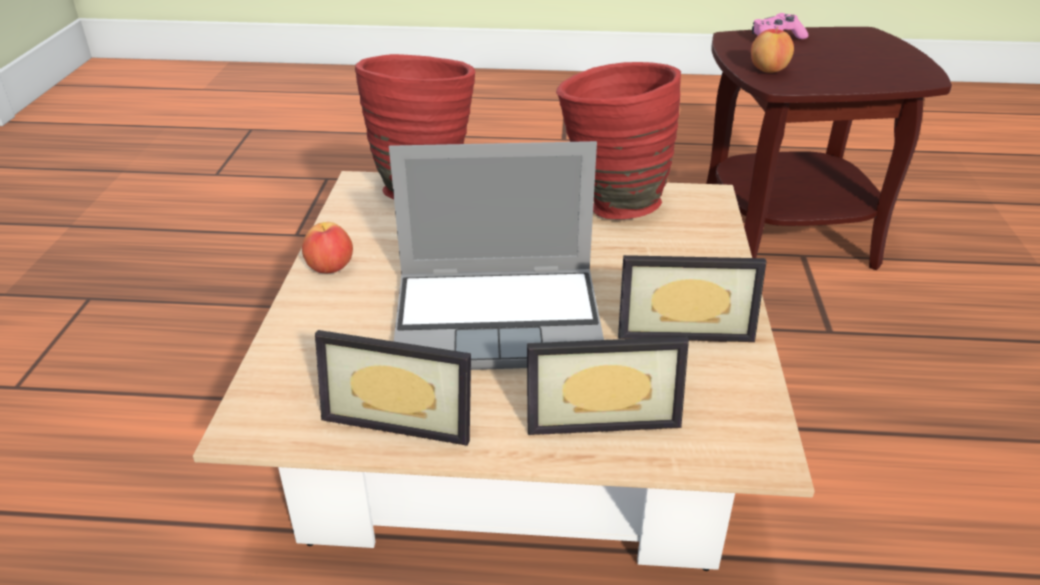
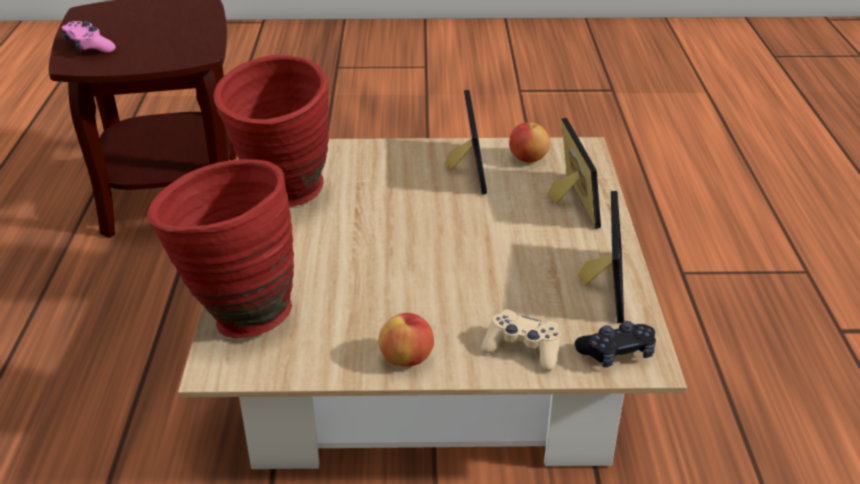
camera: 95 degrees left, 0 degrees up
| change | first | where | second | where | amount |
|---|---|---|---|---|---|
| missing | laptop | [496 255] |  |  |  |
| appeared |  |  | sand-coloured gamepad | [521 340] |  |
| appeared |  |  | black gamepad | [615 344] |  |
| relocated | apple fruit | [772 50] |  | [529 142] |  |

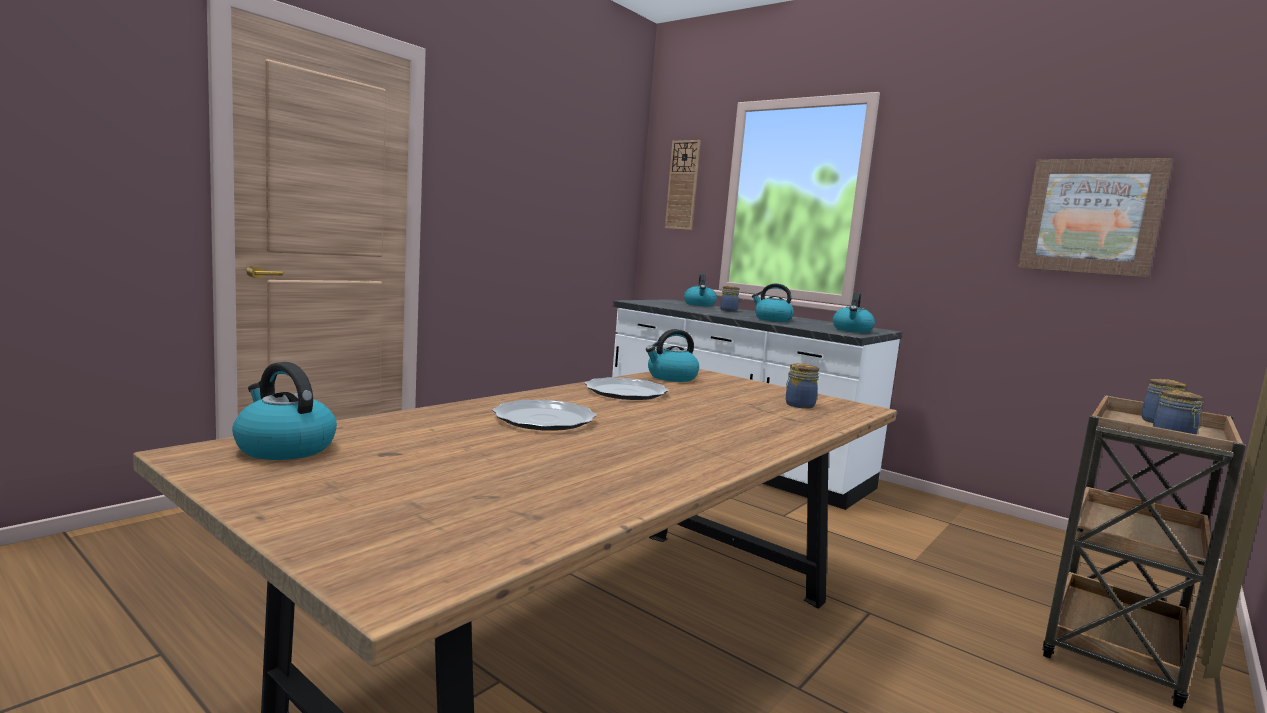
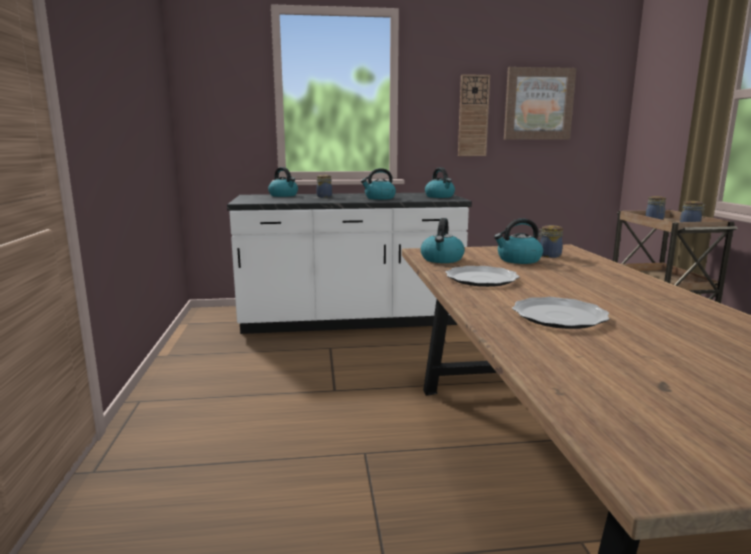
camera: 45 degrees left, 5 degrees up
| change | first | where | second | where | amount |
|---|---|---|---|---|---|
| relocated | water kettle | [284 411] |  | [518 241] |  |
| relocated | hanging clock | [683 185] |  | [474 115] |  |

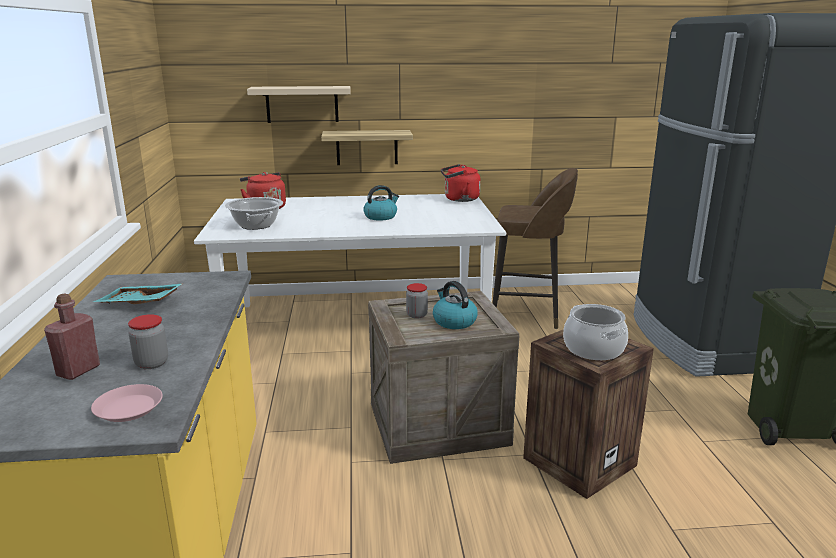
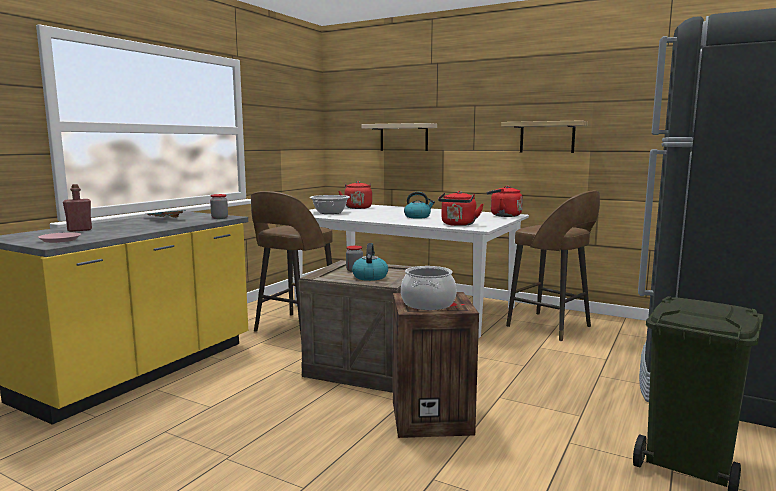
camera: 35 degrees right, 10 degrees down
| change | first | where | second | where | amount |
|---|---|---|---|---|---|
| appeared |  |  | brown-coloured stool seat | [292 263] |  |
| appeared |  |  | reddish water kettle | [461 208] |  |
| relocated | storage jar | [148 341] |  | [219 206] |  |
| relocated | wall shelf | [367 147] |  | [544 136] |  |

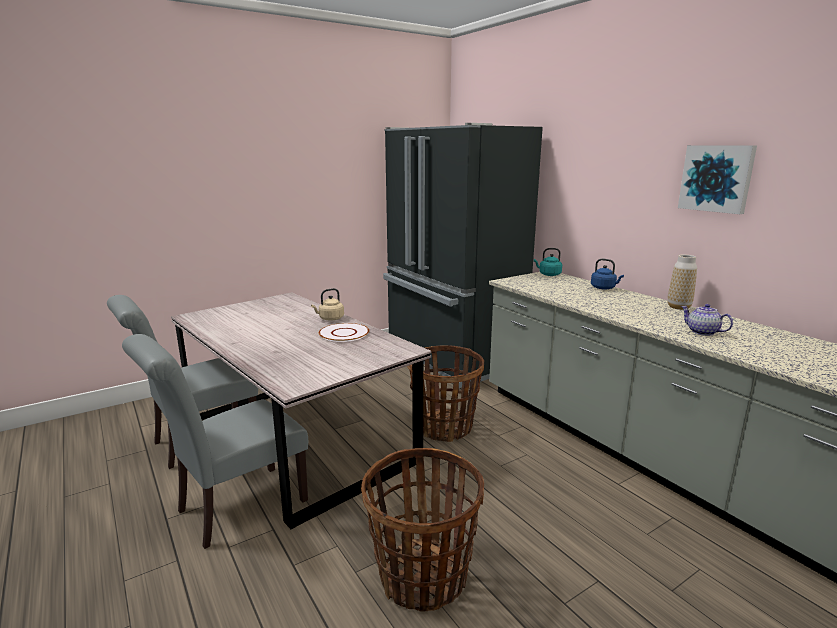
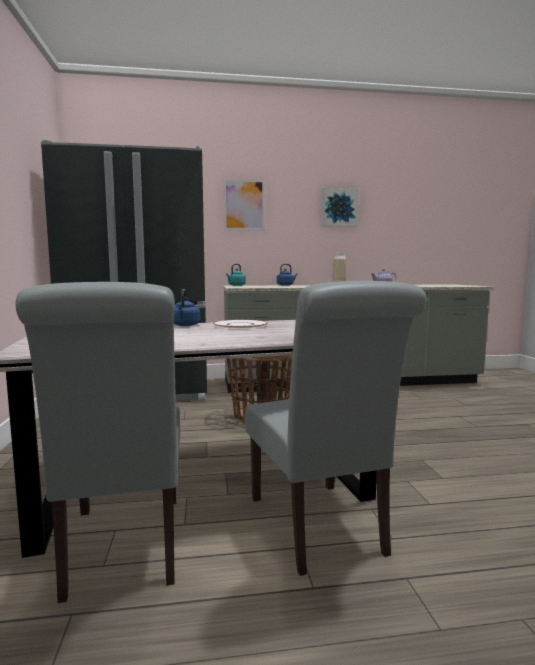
camera: 65 degrees left, 10 degrees down
| change | first | where | second | where | amount |
|---|---|---|---|---|---|
| missing | storage basket | [422 530] |  |  |  |
| appeared |  |  | wall picture | [244 205] |  |
| colour | sand-coloured water kettle | [327 304] | blue water kettle | [187 307] |  |

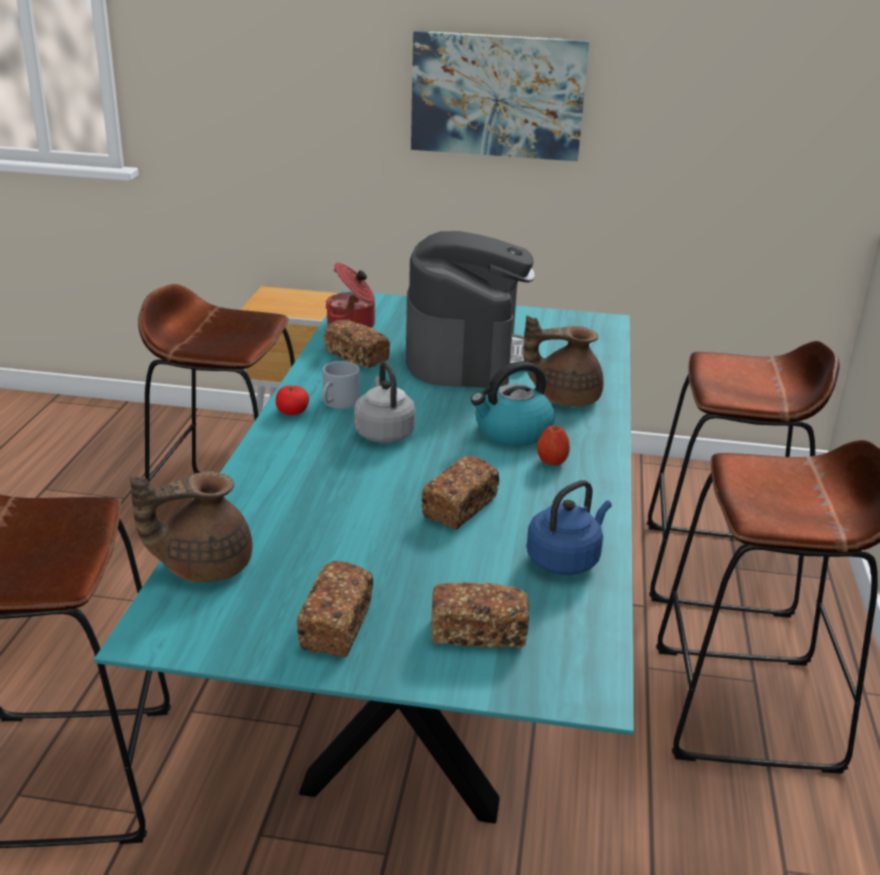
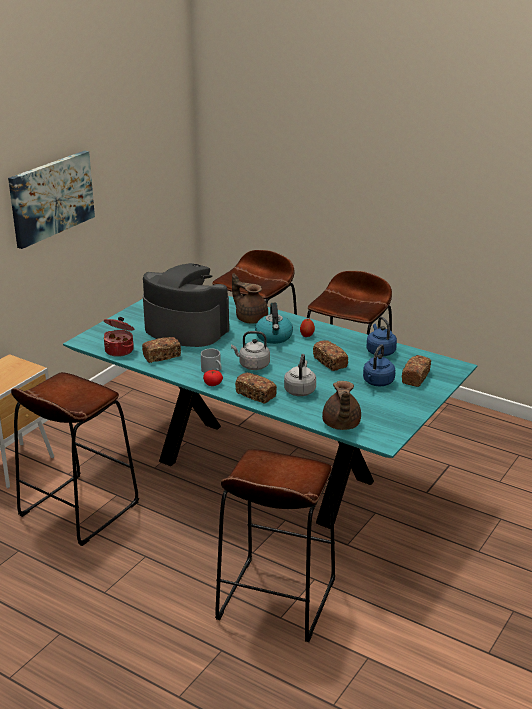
camera: 65 degrees left, 0 degrees up
| change | first | where | second | where | amount |
|---|---|---|---|---|---|
| appeared |  |  | greyish water kettle | [300 375] |  |
| appeared |  |  | blue water kettle | [379 365] |  |
| relocated | baked bread | [335 609] |  | [256 388] |  |
| spun | brown-coloured teapot | [563 361] |  | [250 298] | 105 degrees clockwise |

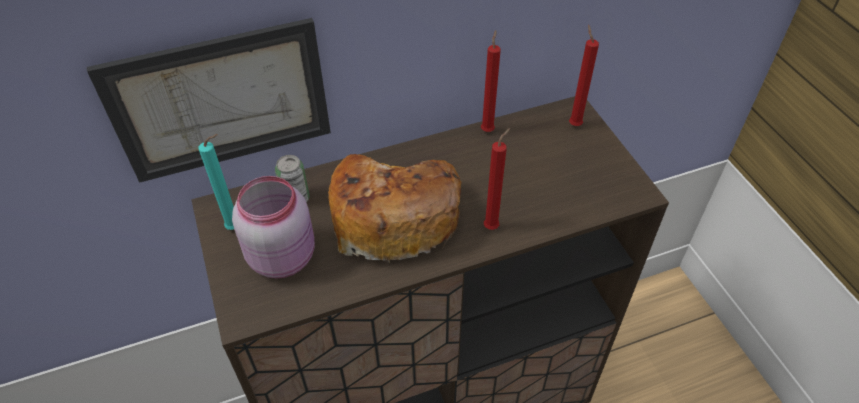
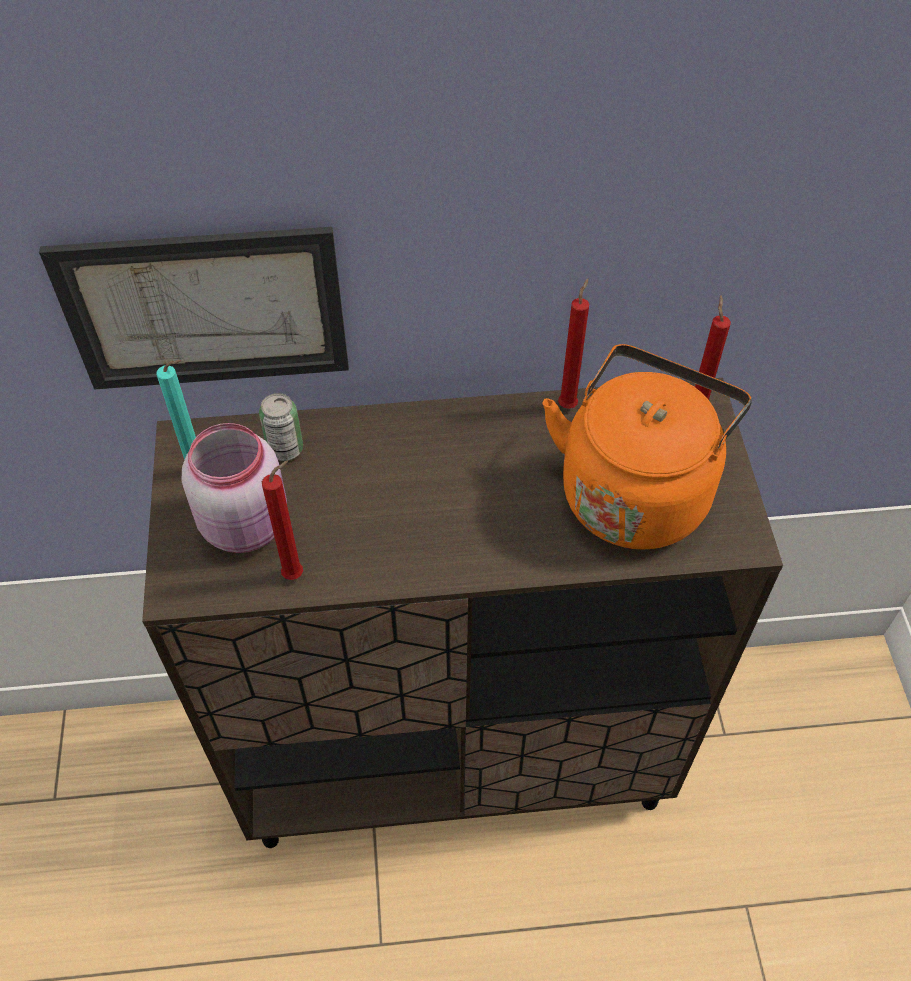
camera: 15 degrees right, 5 degrees up
| change | first | where | second | where | amount |
|---|---|---|---|---|---|
| missing | baked bread | [395 208] |  |  |  |
| appeared |  |  | orange water kettle | [647 446] |  |
| relocated | reddish wax candle | [497 179] |  | [282 520] |  |

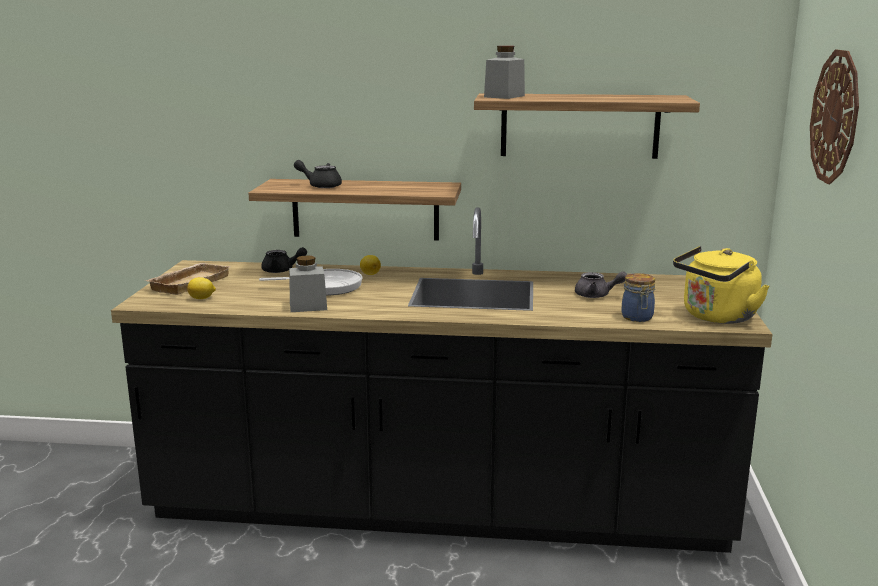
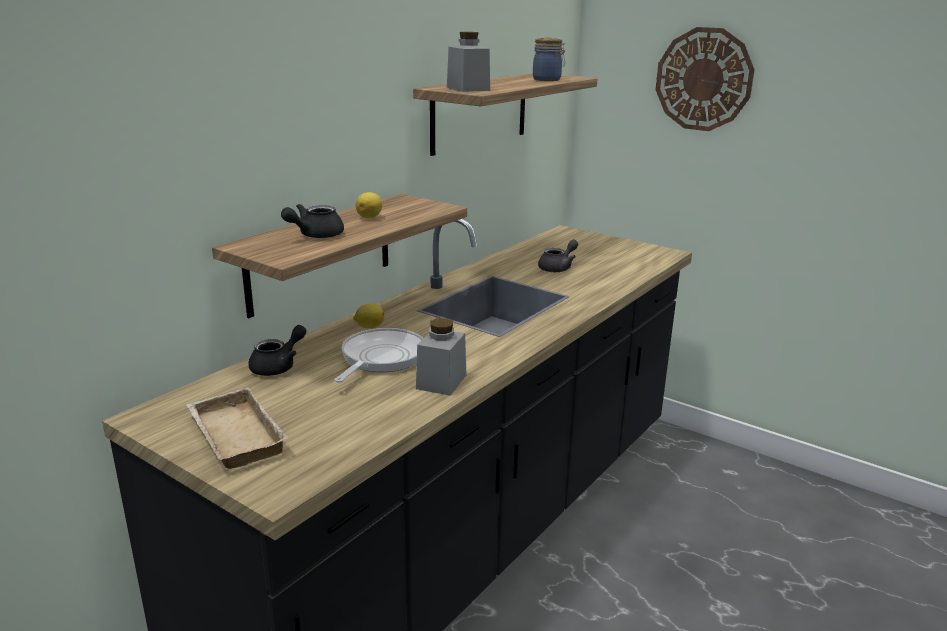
camera: 60 degrees left, 5 degrees up
| change | first | where | second | where | amount |
|---|---|---|---|---|---|
| missing | yellow-coloured water kettle | [721 285] |  |  |  |
| relocated | whole lemon | [201 288] |  | [369 205] |  |
| relocated | storage jar | [638 297] |  | [549 59] |  |

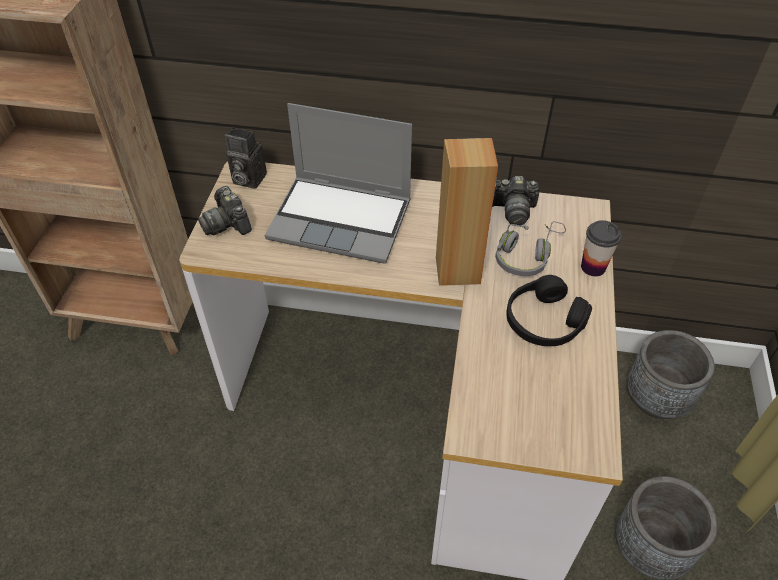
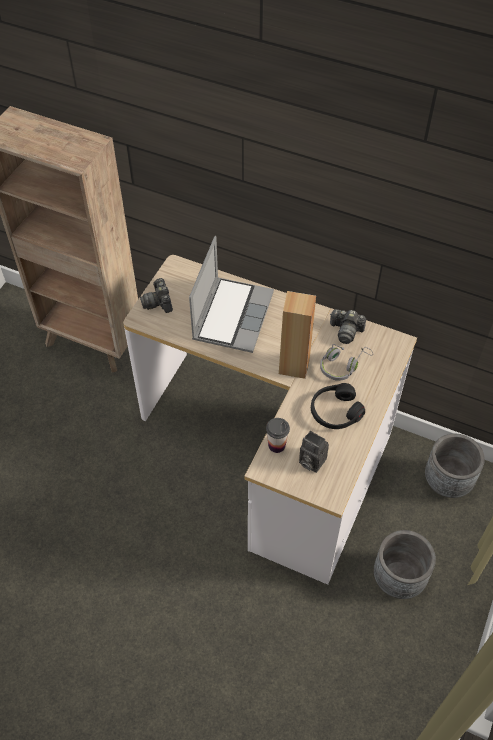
camera: 15 degrees right, 5 degrees up
| change | first | where | second | where | amount |
|---|---|---|---|---|---|
| relocated | still camera | [245 158] |  | [314 451] |  |
| relocated | small cup | [601 248] |  | [278 435] |  |
| spun | laptop | [338 183] |  | [231 294] | 105 degrees counterclockwise |

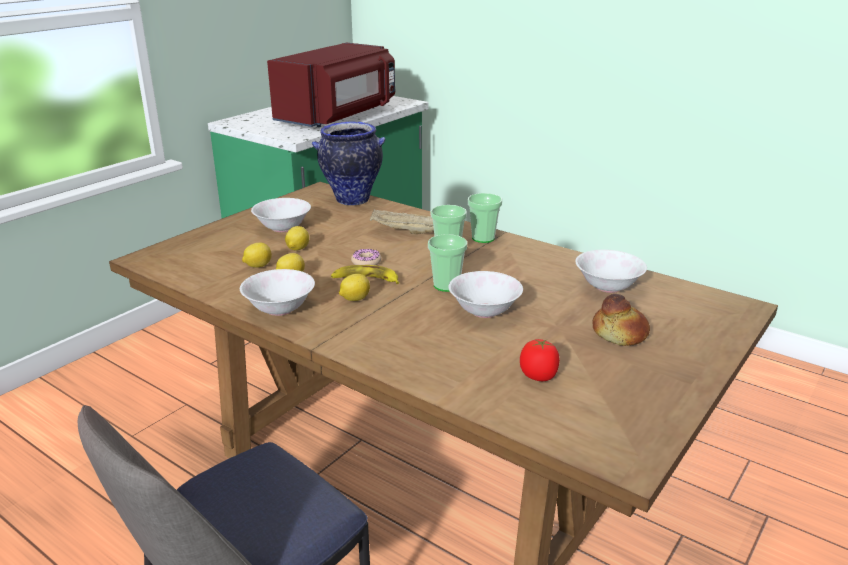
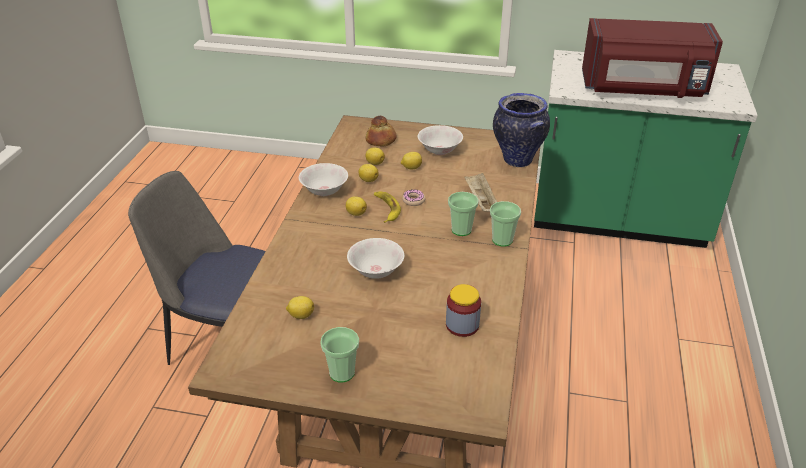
camera: 65 degrees right, 10 degrees up
| change | first | where | second | where | amount |
|---|---|---|---|---|---|
| relocated | small cup | [447 263] |  | [339 354] |  |
| relocated | baked bread | [621 320] |  | [381 131] |  |
| exchanged | whole tomato | [540 360] | whole lemon | [300 307] |  |
| exchanged | whitish deep dish | [611 271] | storage jar | [463 310] |  |

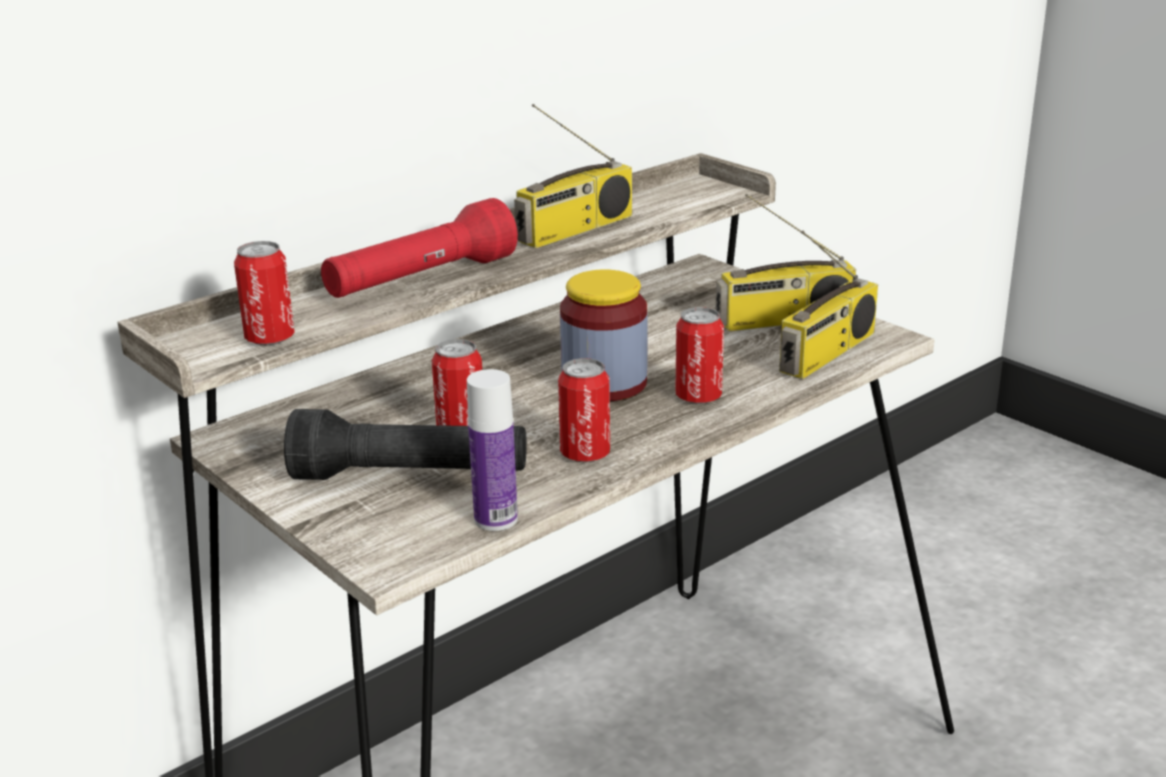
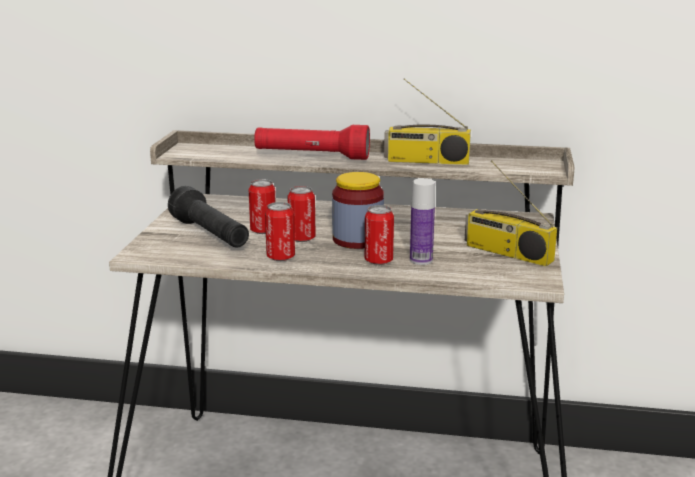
camera: 50 degrees right, 5 degrees down
| change | first | where | second | where | amount |
|---|---|---|---|---|---|
| missing | radio | [828 305] |  |  |  |
| relocated | sealed can | [264 293] |  | [301 214] |  |
| relocated | beverage bottle | [492 450] |  | [422 221] |  |

